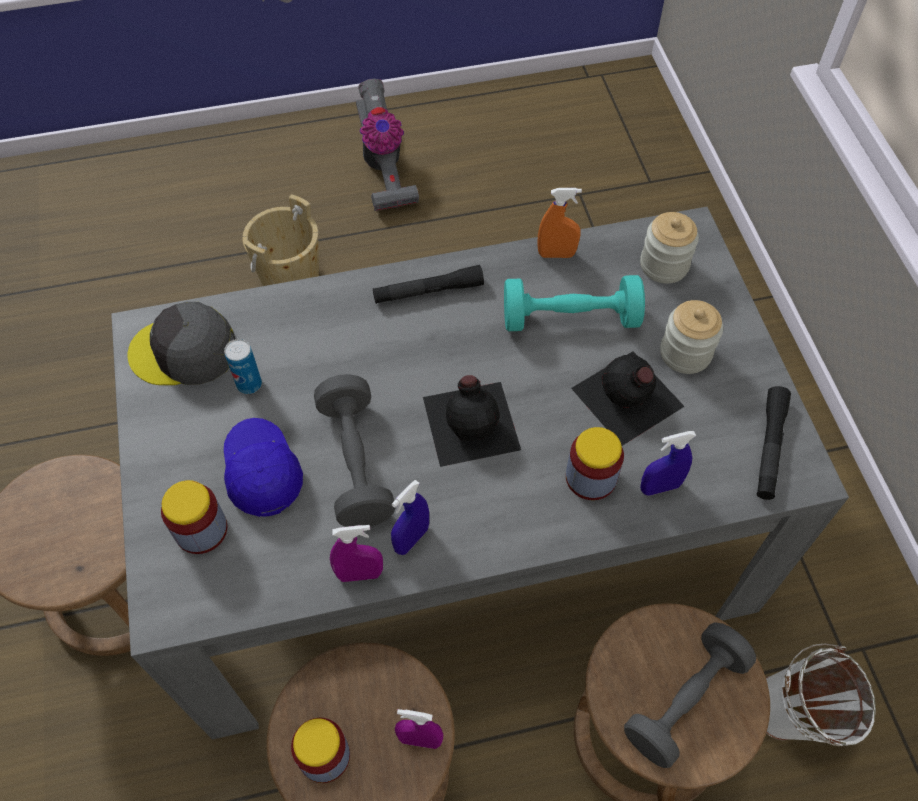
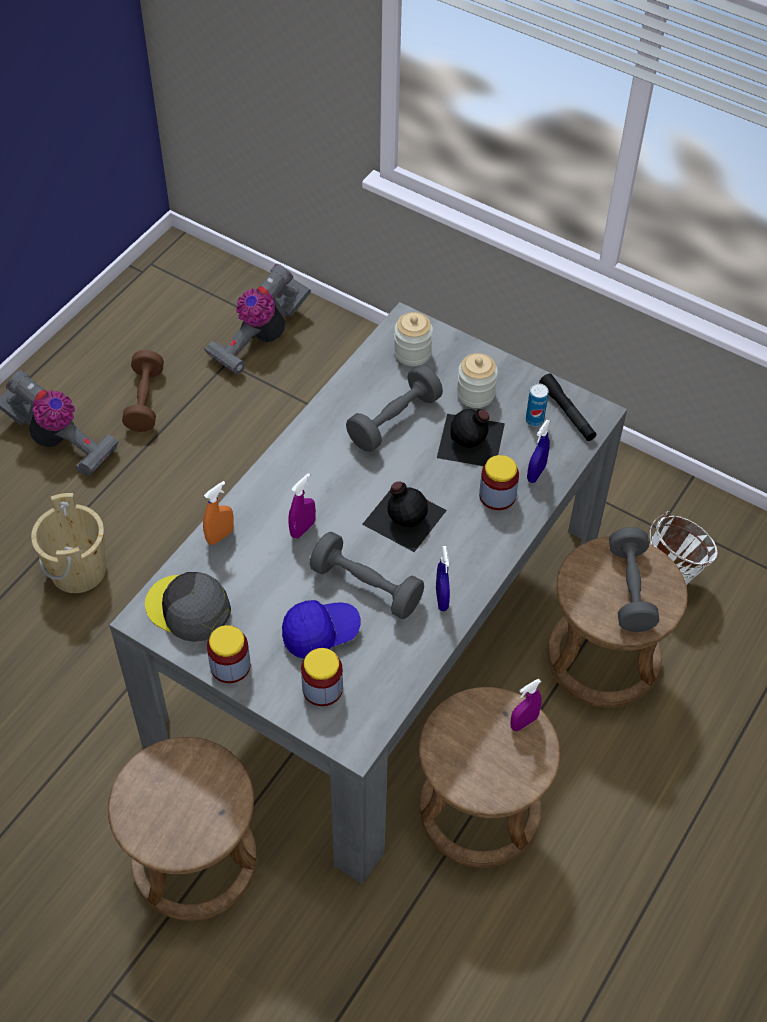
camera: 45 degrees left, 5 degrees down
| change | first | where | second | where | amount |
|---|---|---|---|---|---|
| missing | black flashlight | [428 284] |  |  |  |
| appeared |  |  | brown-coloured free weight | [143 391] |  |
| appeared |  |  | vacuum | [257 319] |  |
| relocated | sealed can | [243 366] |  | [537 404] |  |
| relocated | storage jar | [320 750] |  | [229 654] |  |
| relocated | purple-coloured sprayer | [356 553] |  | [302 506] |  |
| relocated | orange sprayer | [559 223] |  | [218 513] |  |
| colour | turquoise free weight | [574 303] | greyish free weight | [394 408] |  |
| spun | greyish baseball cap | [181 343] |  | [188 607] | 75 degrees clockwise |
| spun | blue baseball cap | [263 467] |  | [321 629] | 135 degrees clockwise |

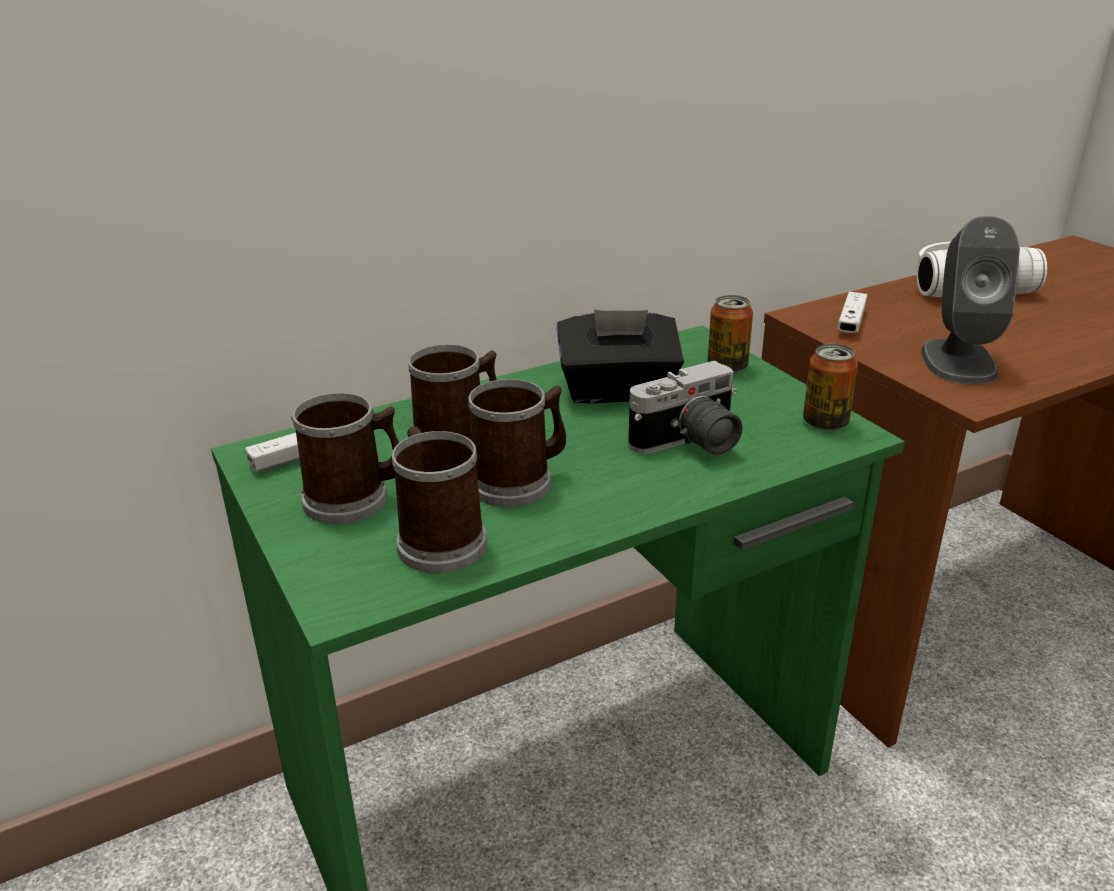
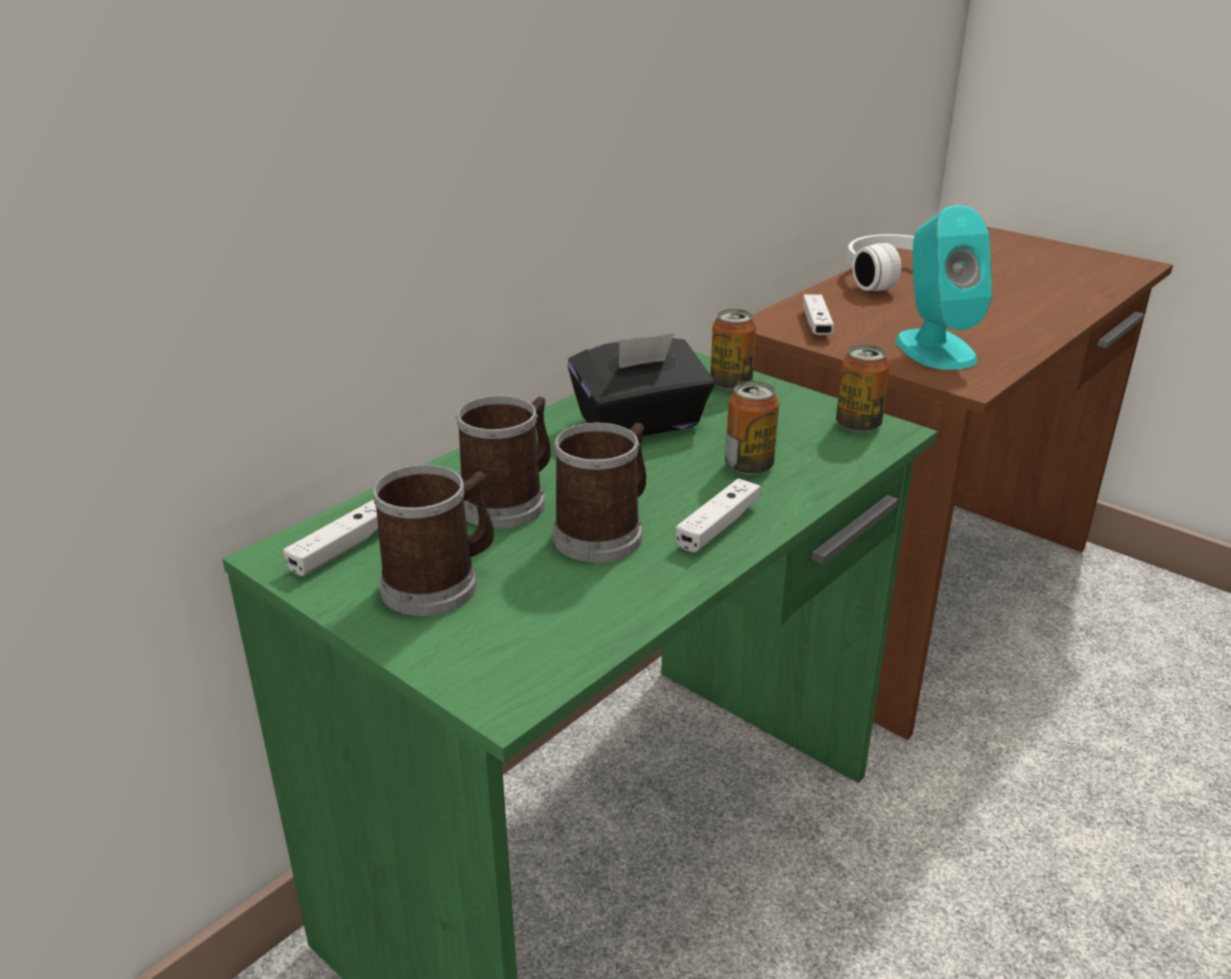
camera: 20 degrees left, 0 degrees up
| change | first | where | second | where | amount |
|---|---|---|---|---|---|
| missing | mug | [439 500] |  |  |  |
| appeared |  |  | whitish gamepad | [717 515] |  |
| exchanged | still camera | [685 408] | sealed can | [752 428] |  |
| colour | greyish audio speaker | [971 300] | turquoise audio speaker | [944 287] |  |

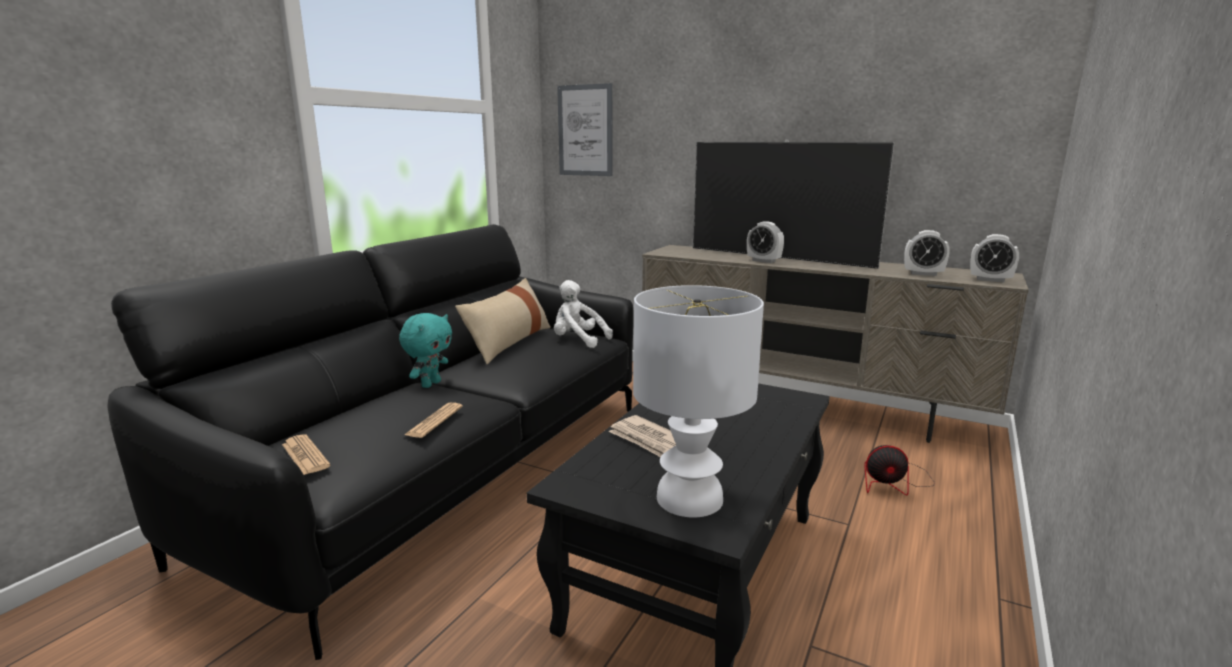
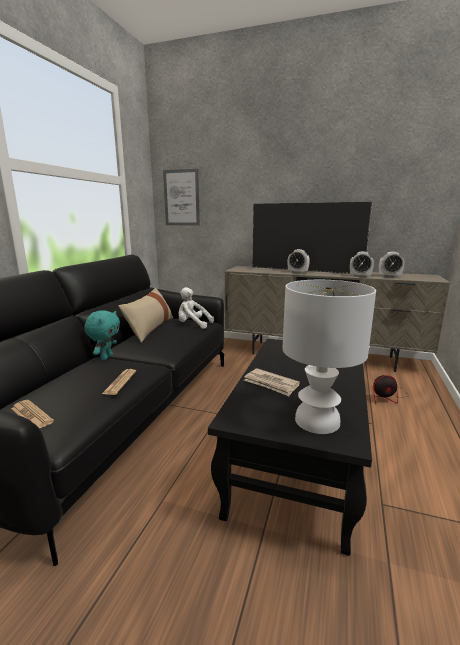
camera: 10 degrees left, 0 degrees up
| change | first | where | second | where | amount |
|---|---|---|---|---|---|
| relocated | table clock | [994 258] |  | [362 264] |  |

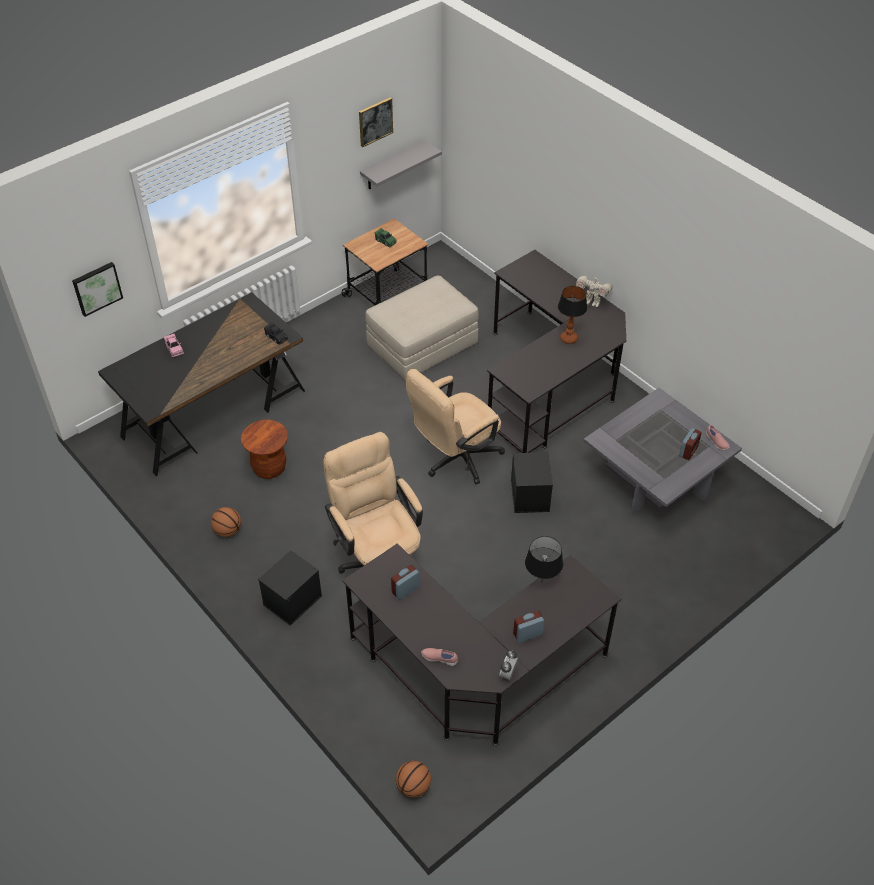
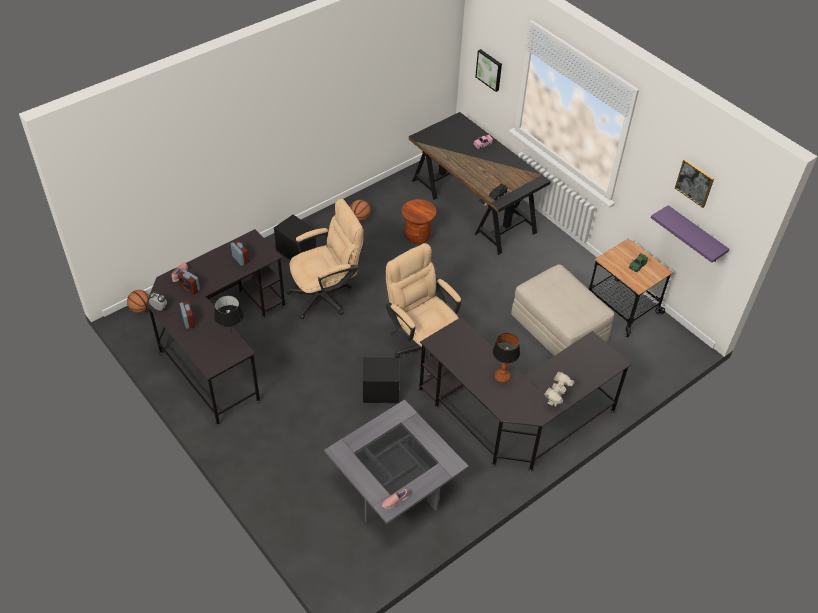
camera: 90 degrees right, 0 degrees up
| change | first | where | second | where | amount |
|---|---|---|---|---|---|
| relocated | table clock | [690 444] |  | [189 282] |  |
| colour | greyish wall shelf | [401 164] | purple-coloured wall shelf | [690 234] |  |

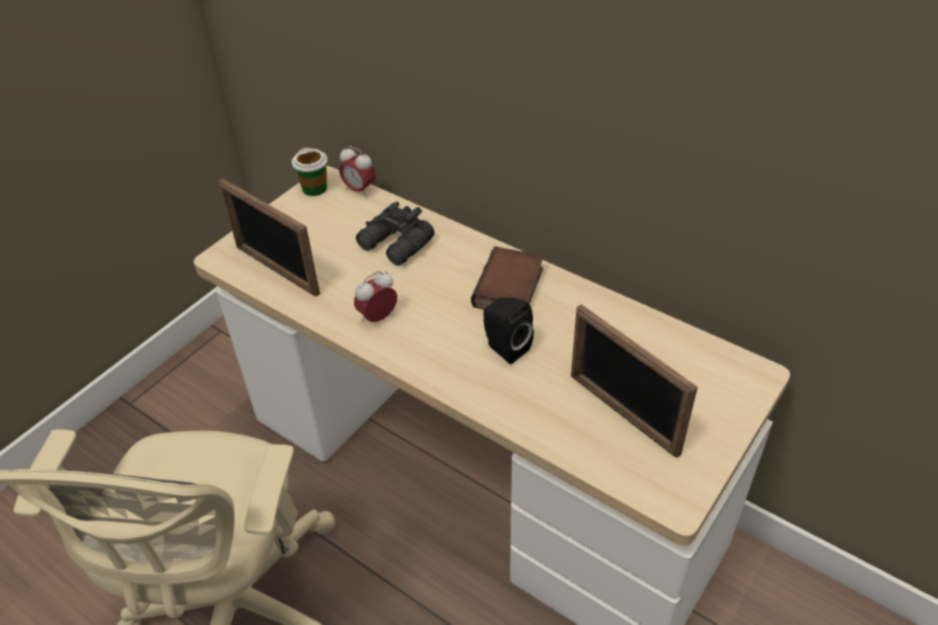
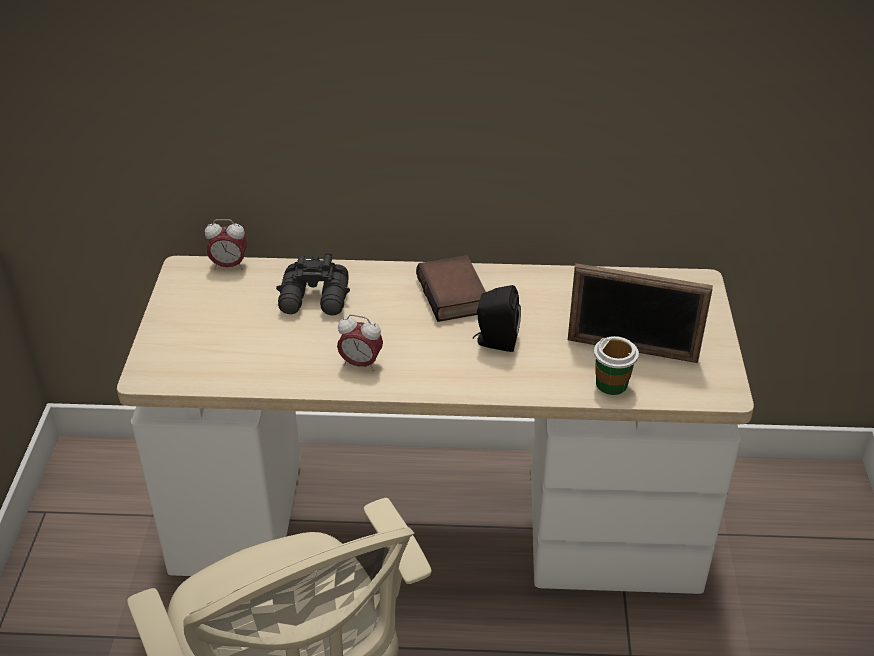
camera: 35 degrees left, 5 degrees down
| change | first | where | second | where | amount |
|---|---|---|---|---|---|
| missing | picture frame | [269 237] |  |  |  |
| relocated | small cup | [309 171] |  | [616 365] |  |
| spun | table clock | [375 296] |  | [360 343] | 90 degrees counterclockwise |

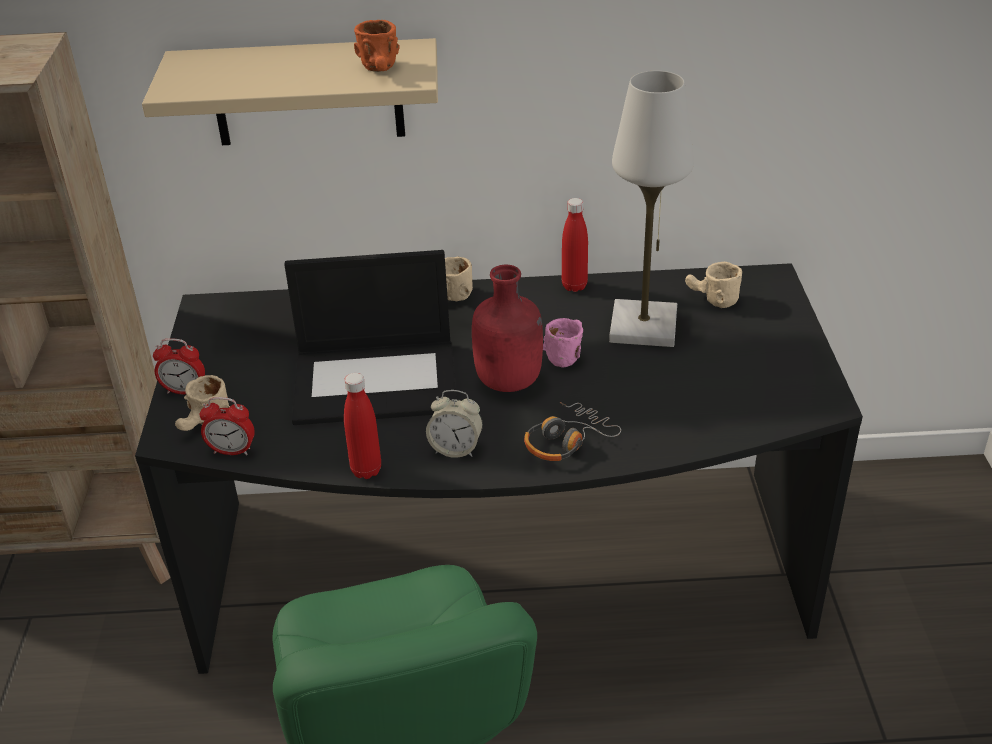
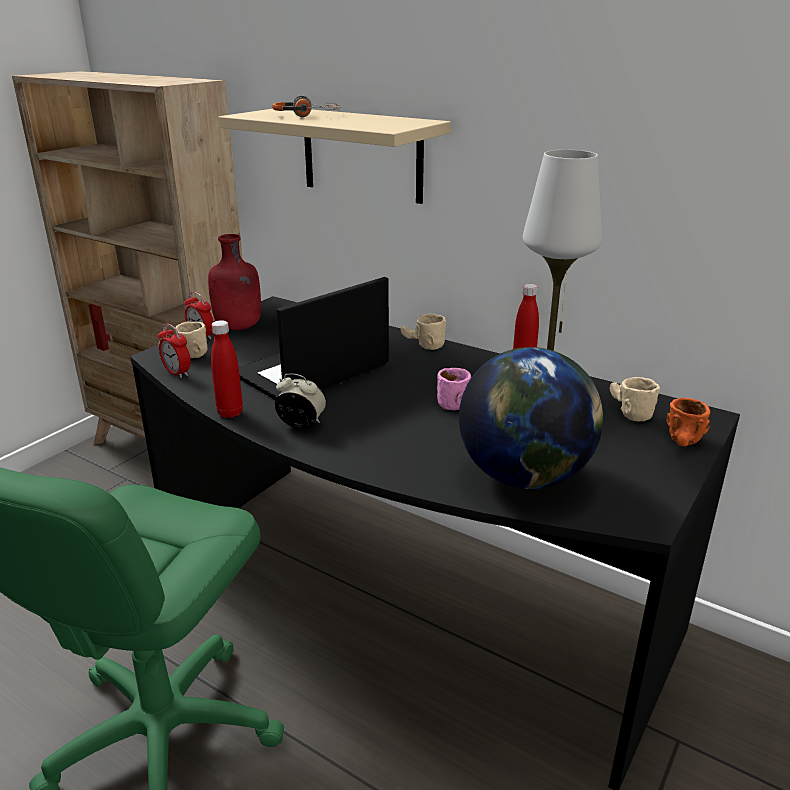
camera: 35 degrees right, 10 degrees down
| change | first | where | second | where | amount |
|---|---|---|---|---|---|
| appeared |  |  | world globe | [531 418] |  |
| relocated | orange mug | [377 46] |  | [688 422] |  |
| relocated | reddish beverage bottle | [507 328] |  | [234 282] |  |
| relocated | pair of headphones | [572 431] |  | [306 106] |  |
| spun | laptop | [370 337] |  | [314 338] | 105 degrees clockwise |
| spun | table clock | [454 424] |  | [300 401] | 150 degrees clockwise |

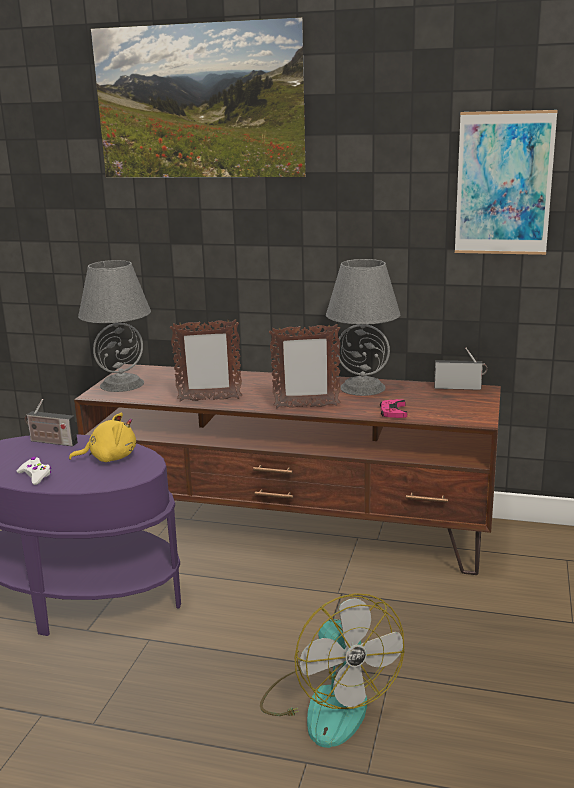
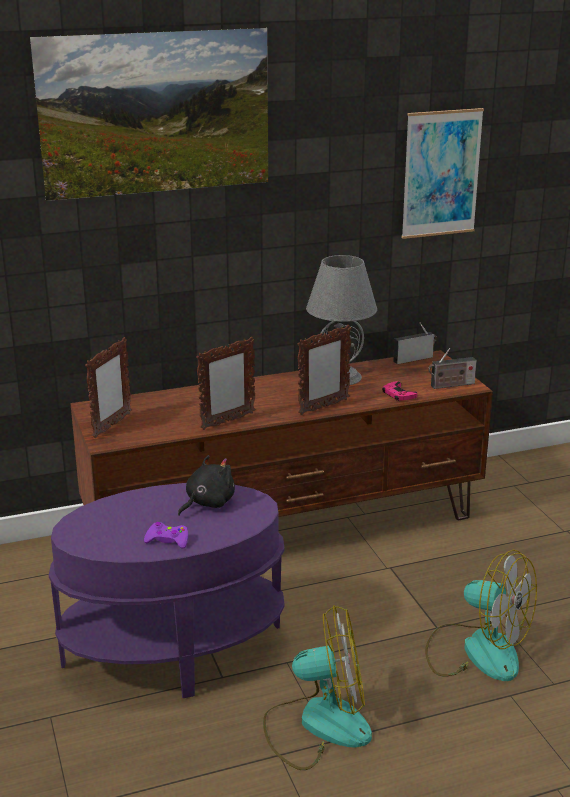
camera: 35 degrees left, 5 degrees up
| change | first | where | second | where | amount |
|---|---|---|---|---|---|
| appeared |  |  | fan | [317 687] |  |
| relocated | radio | [51 422] |  | [452 368] |  |
| exchanged | greyish table lamp | [114 326] | picture frame | [108 387] |  |
| colour | whitish gamepad | [34 471] | purple-coloured gamepad | [166 535] |  |
| colour | yellow-coloured cuddly toy | [102 437] | black cuddly toy | [206 485] |  |

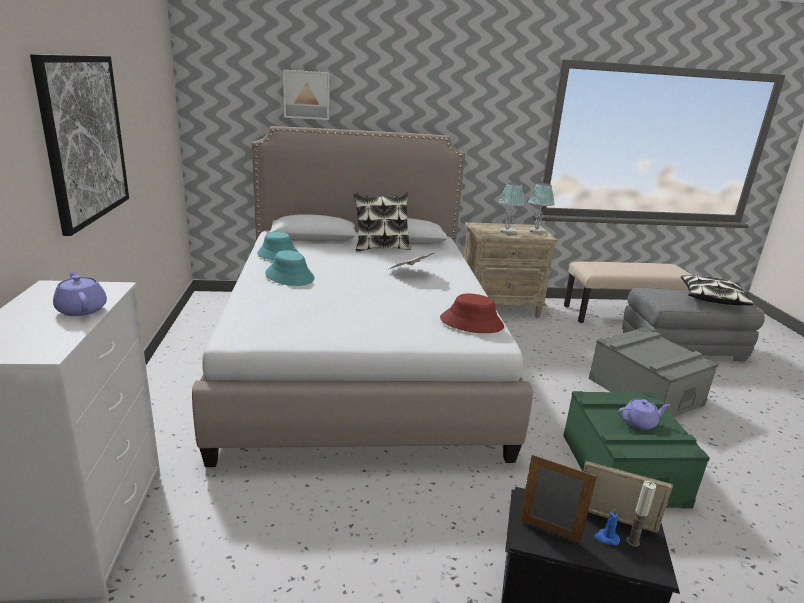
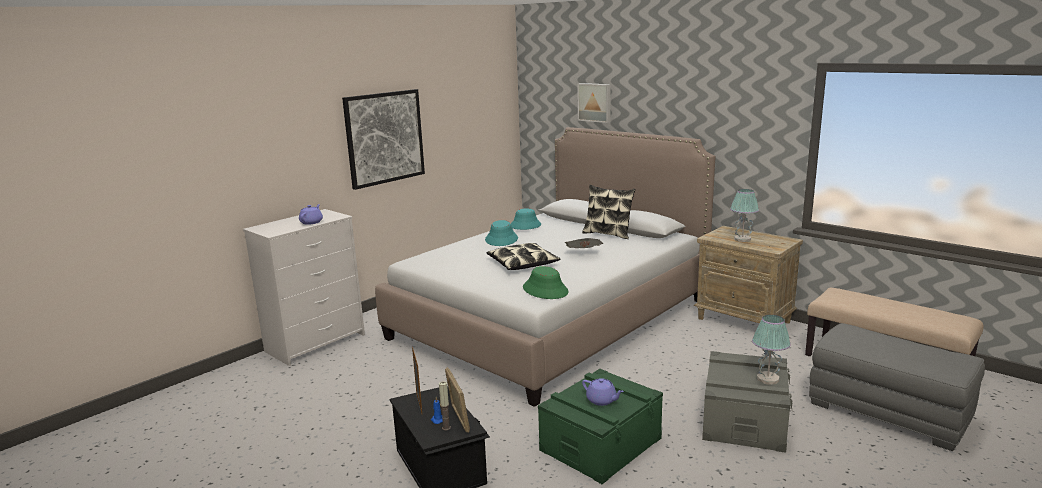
camera: 50 degrees right, 5 degrees down
| change | first | where | second | where | amount |
|---|---|---|---|---|---|
| relocated | table lamp | [541 208] |  | [771 350] |  |
| relocated | throw pillow | [717 290] |  | [523 256] |  |
| colour | reddish hat | [472 313] | green-coloured hat | [546 282] |  |

